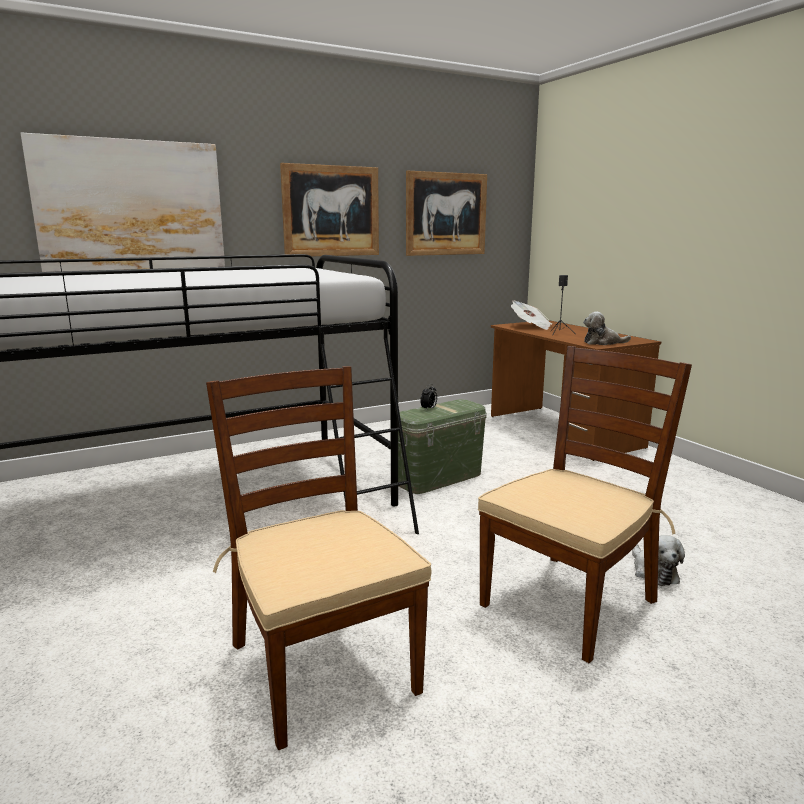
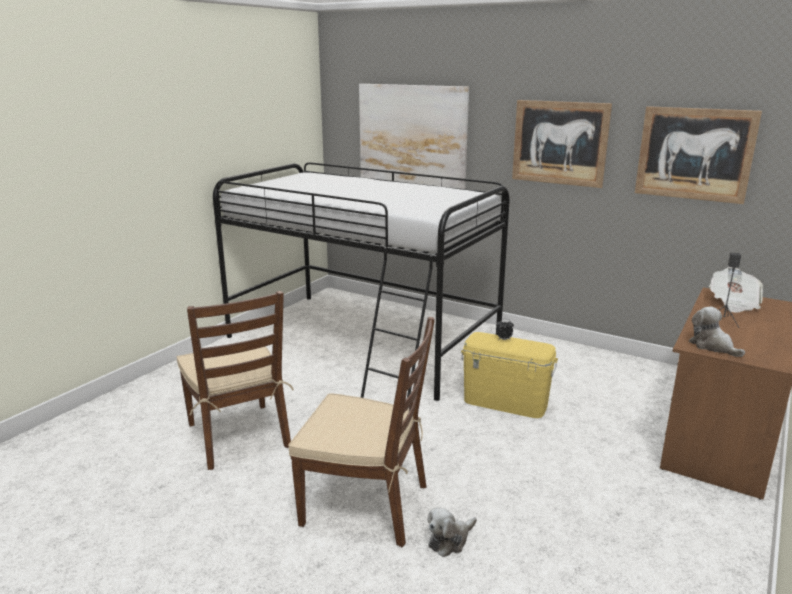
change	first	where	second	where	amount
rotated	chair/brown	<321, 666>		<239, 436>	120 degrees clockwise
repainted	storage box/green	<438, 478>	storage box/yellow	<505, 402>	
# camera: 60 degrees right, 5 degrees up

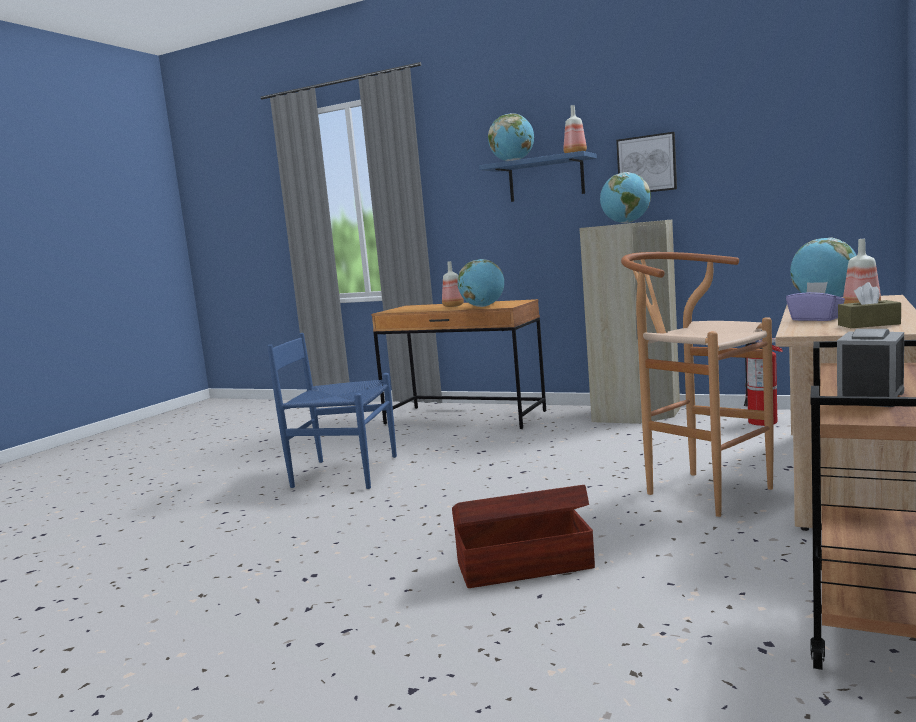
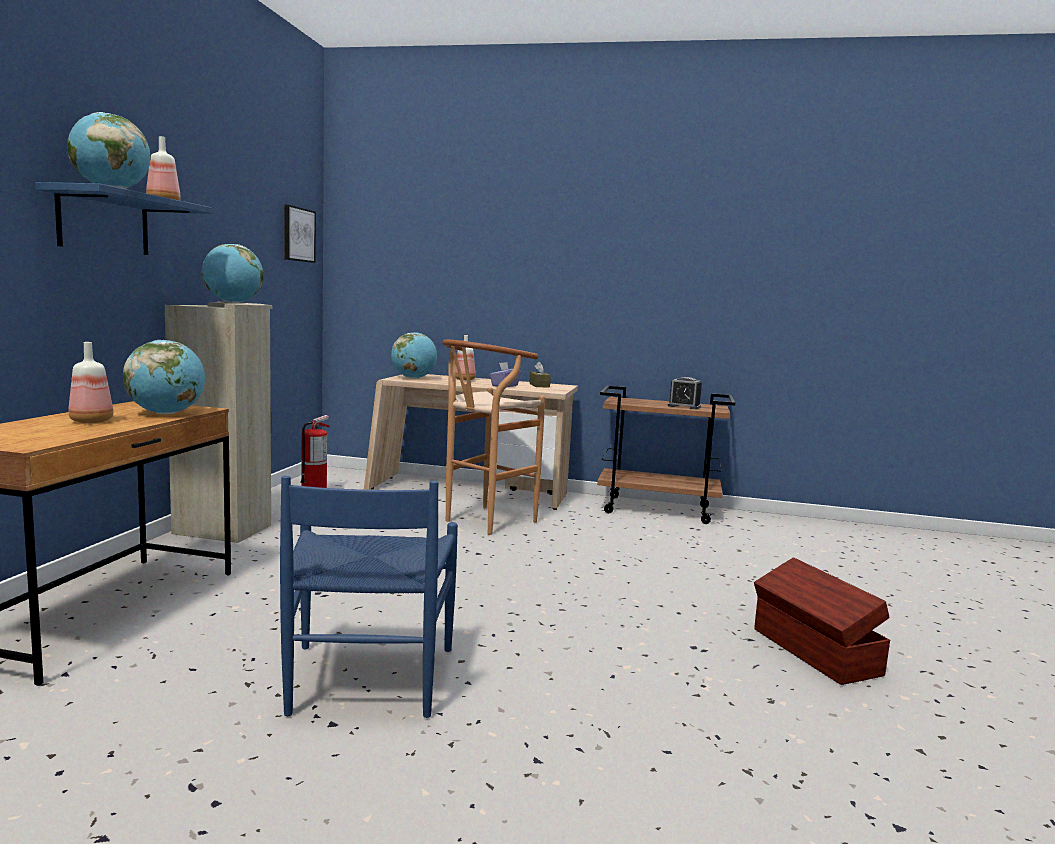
change	first	where	second	where	amount
shifted	storage box/brown	<522, 565>		<814, 652>	
shifted	picture	<646, 164>		<298, 234>	
# camera: 105 degrees left, 0 degrees up

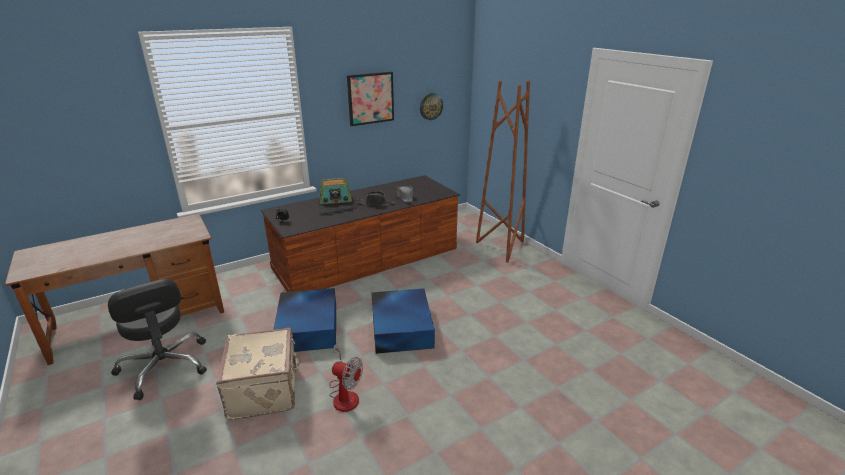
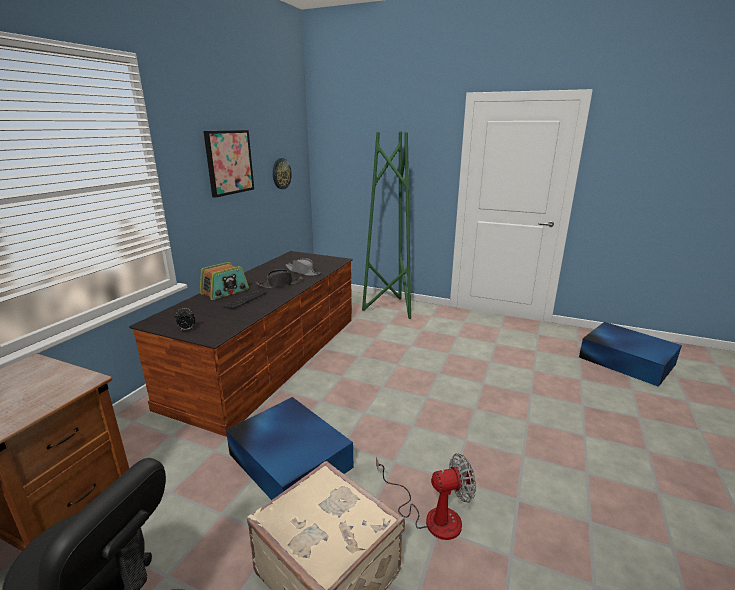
change	first	where	second	where	amount
shifted	storage box/blue	<402, 327>		<625, 360>	
repainted	clothes rack/brown	<502, 249>	clothes rack/green	<391, 309>	
# camera: 35 degrees left, 5 degrees down

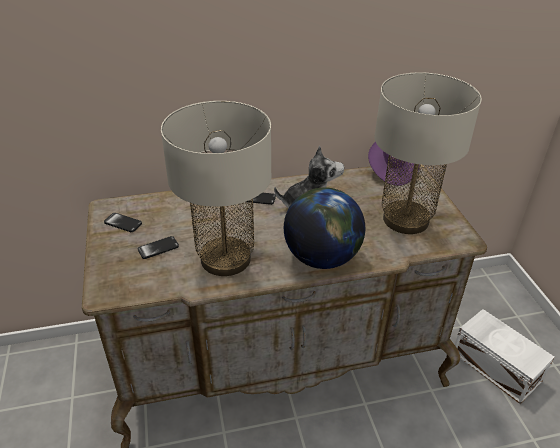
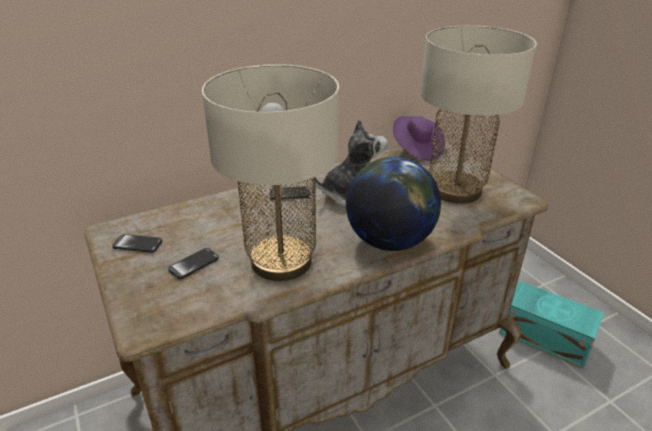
change	first	where	second	where	amount
repainted	storage box/white	<495, 365>	storage box/turquoise	<544, 336>	
# camera: 15 degrees left, 5 degrees down

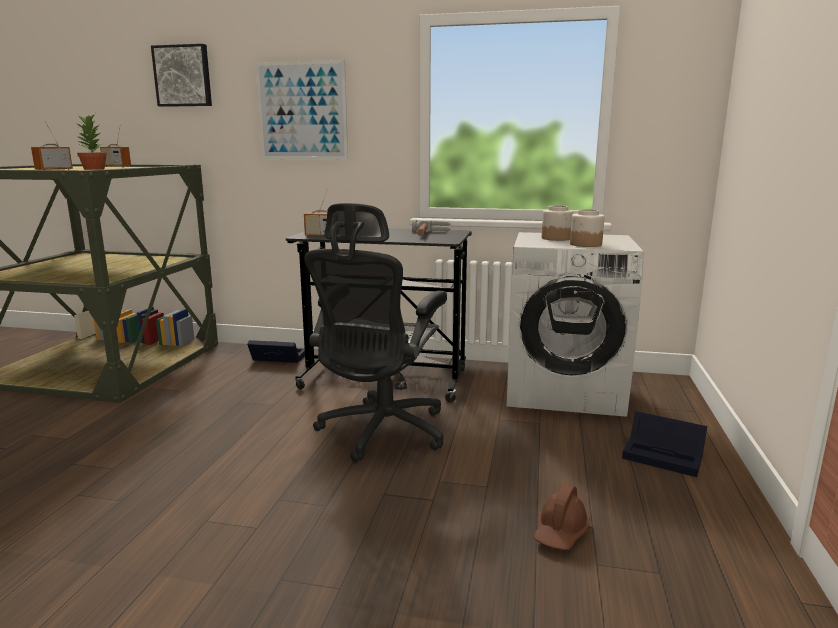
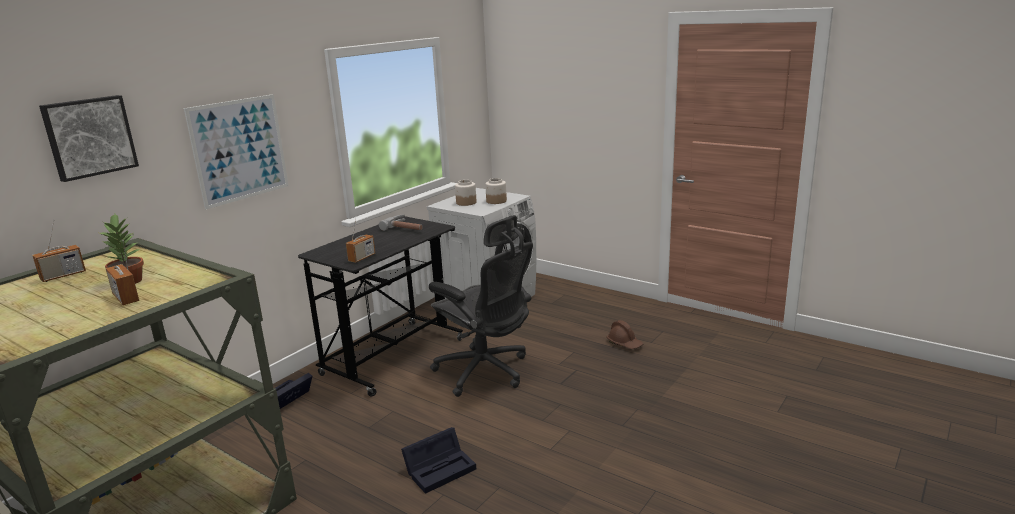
change	first	where	second	where	amount
shifted	storage box/black	<665, 456>		<441, 468>	
# camera: 65 degrees left, 5 degrees up

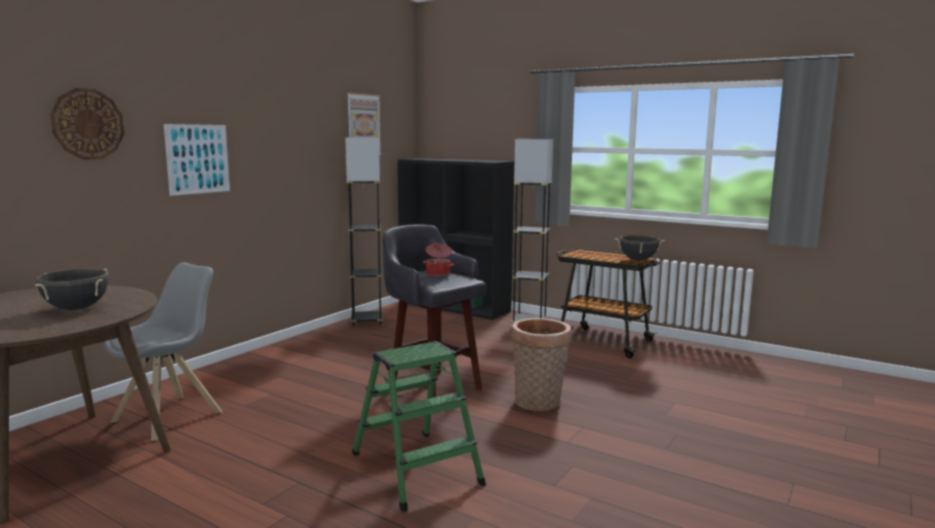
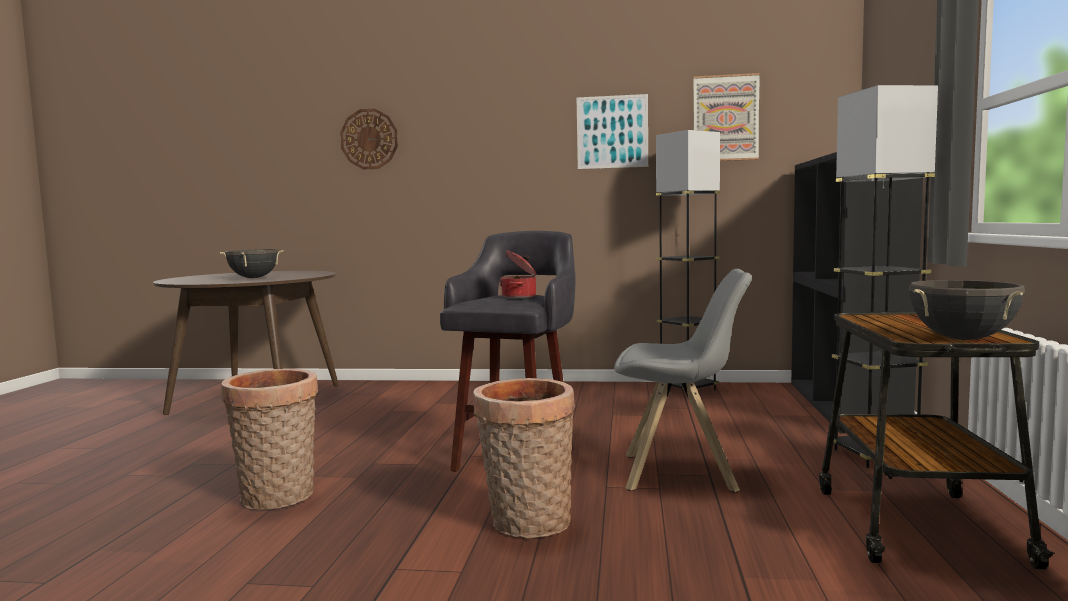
change	first	where	second	where	amount
shifted	chair/grey	<169, 417>		<680, 473>	
shifted	picture	<198, 159>		<612, 132>	
swapped	step ladder/green	<415, 468>	basket	<278, 499>	
# camera: 65 degrees right, 5 degrees down

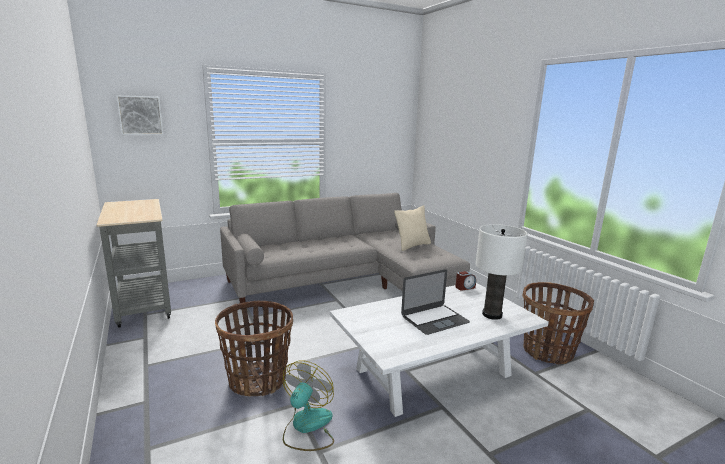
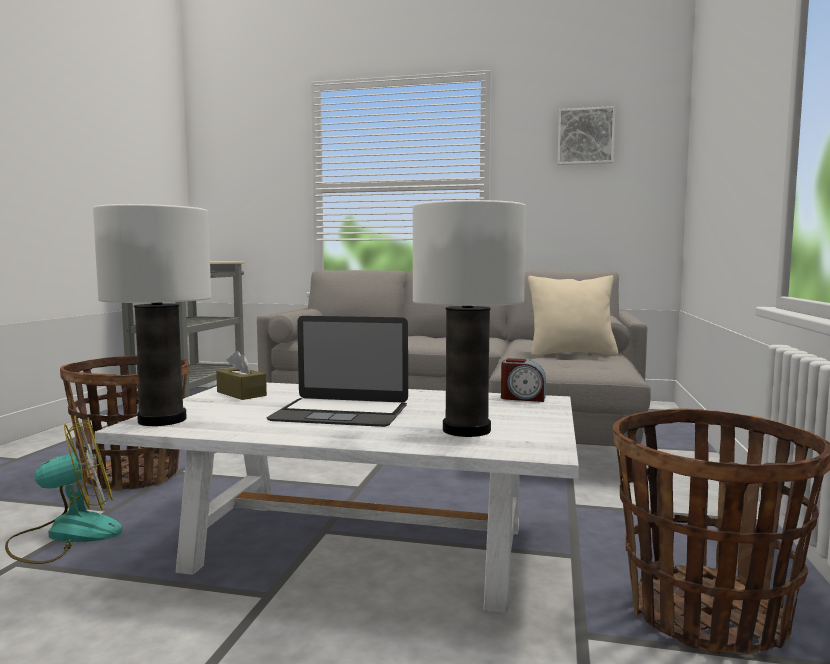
change	first	where	second	where	amount
shifted	picture	<140, 115>		<585, 136>	
new			table lamp/white	<163, 420>	
new			tissue box/brown	<241, 394>	
# camera: 40 degrees right, 10 degrees down

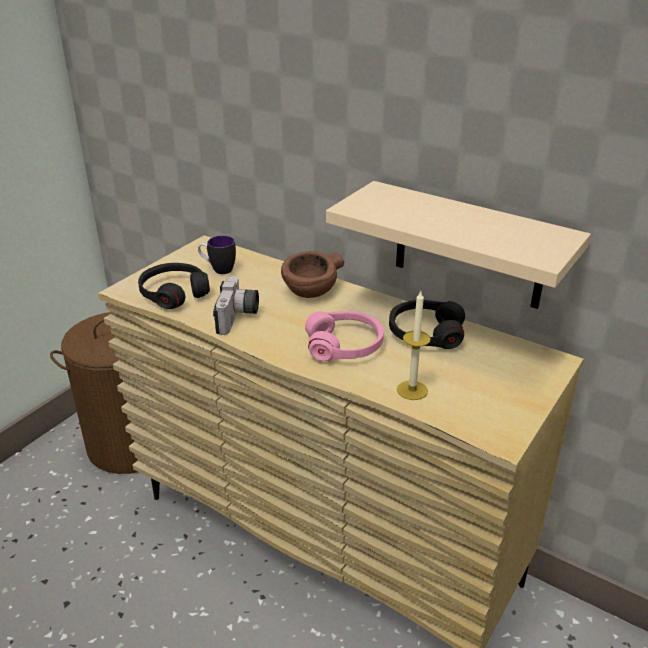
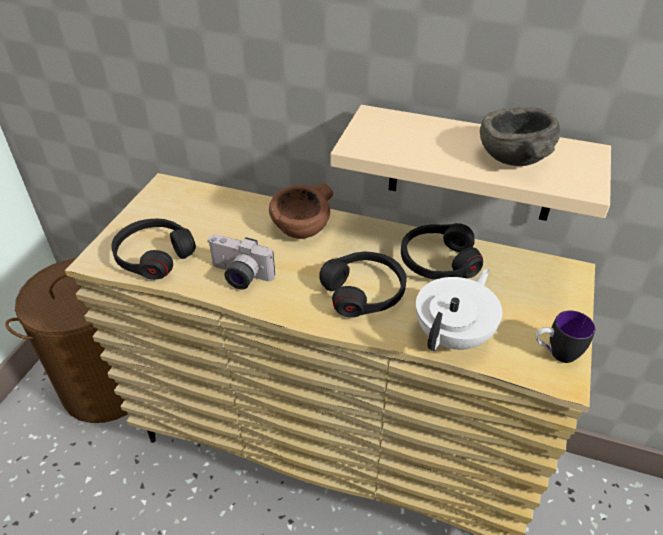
change	first	where	second	where	amount
shifted	mug	<218, 269>		<556, 354>	
rotated	photo camera	<238, 318>		<239, 276>	120 degrees clockwise
repainted	headphones/pink	<344, 345>	headphones/black	<364, 292>	
swapped	candle	<412, 390>	teapot/white	<454, 335>	
new			bowl/grey	<513, 158>	
# camera: 15 degrees left, 10 degrees up

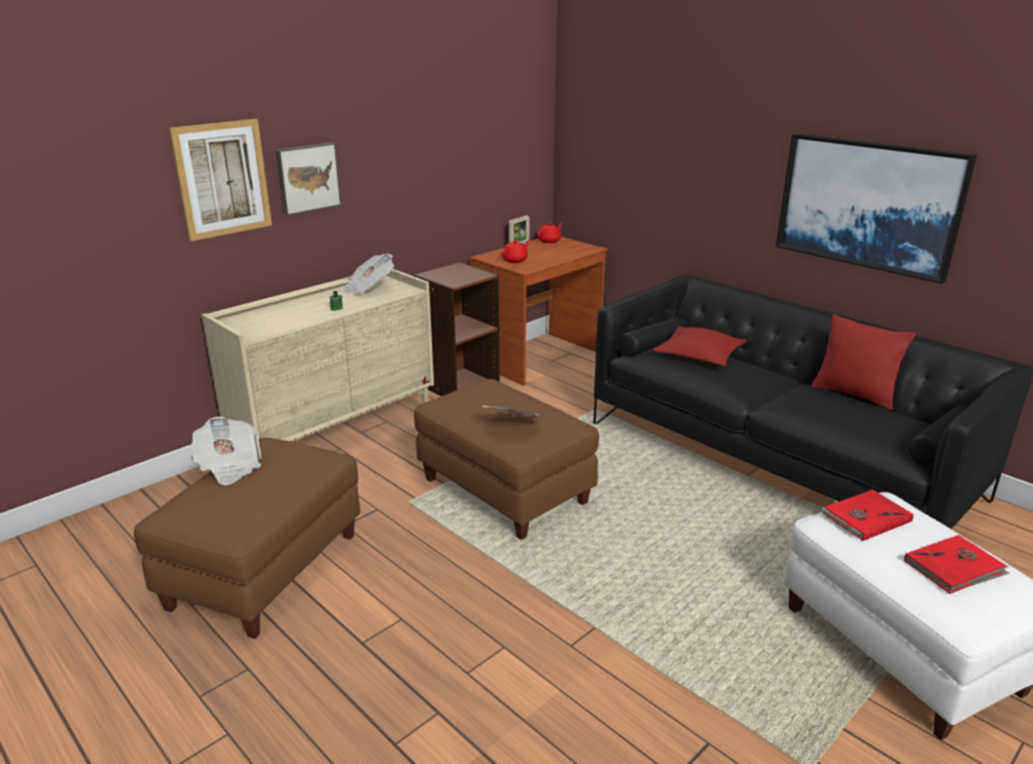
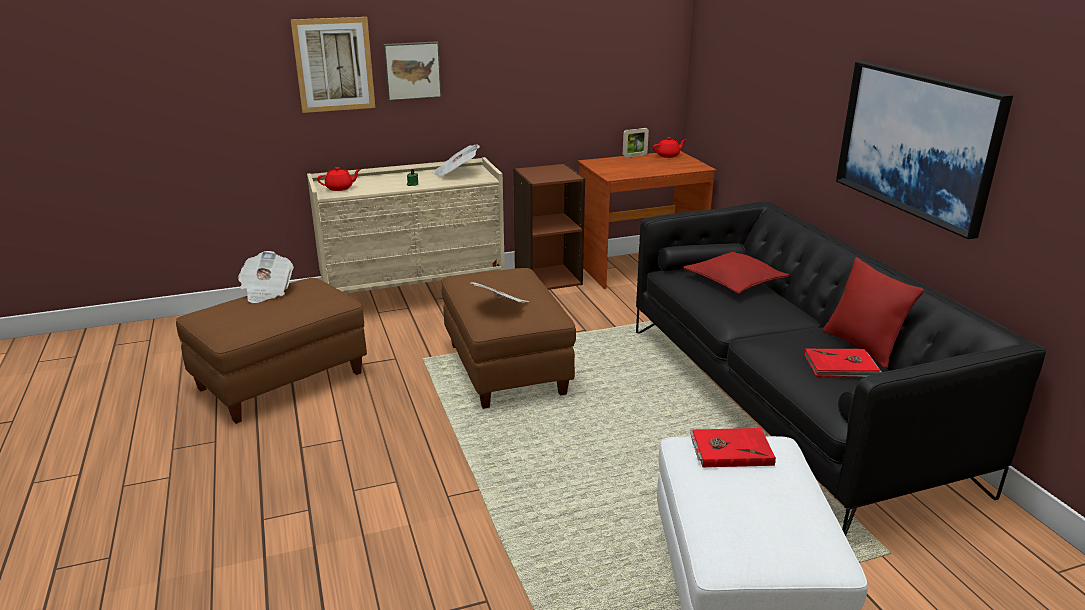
change	first	where	second	where	amount
shifted	teapot/red	<515, 260>		<340, 188>	
shifted	book/red	<955, 567>		<841, 367>	
# camera: 25 degrees right, 0 degrees up

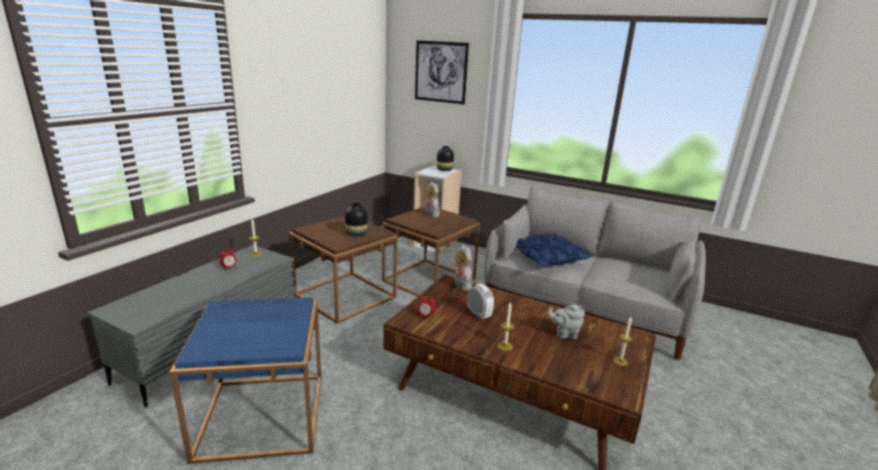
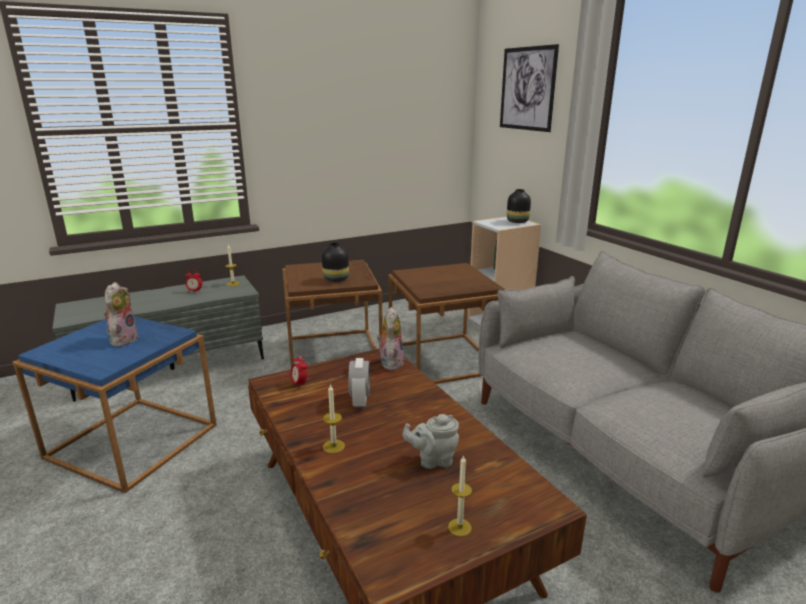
change	first	where	second	where	amount
shifted	plush toy	<431, 214>		<123, 339>	
gone	pillow/blue	<547, 258>			
rotated	teapot/grey	<564, 334>		<433, 460>	45 degrees counterclockwise
# camera: 35 degrees right, 0 degrees up

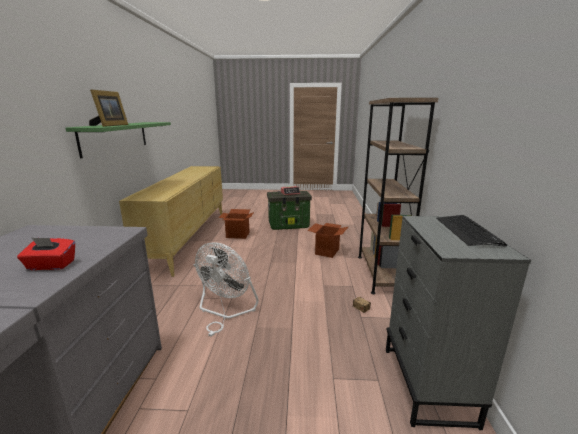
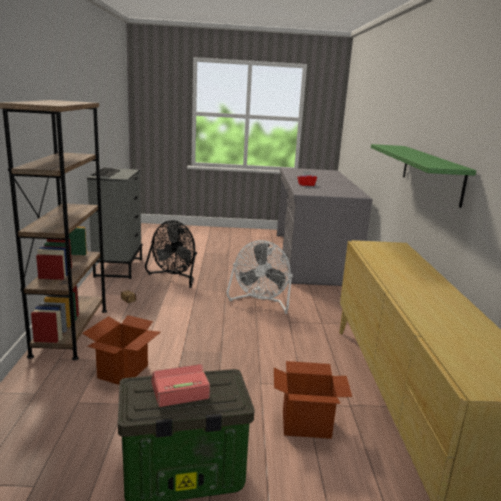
change	first	where	second	where	amount
gone	picture frame	<110, 125>			
new			fan/black	<175, 277>	
# camera: 175 degrees right, 0 degrees up

